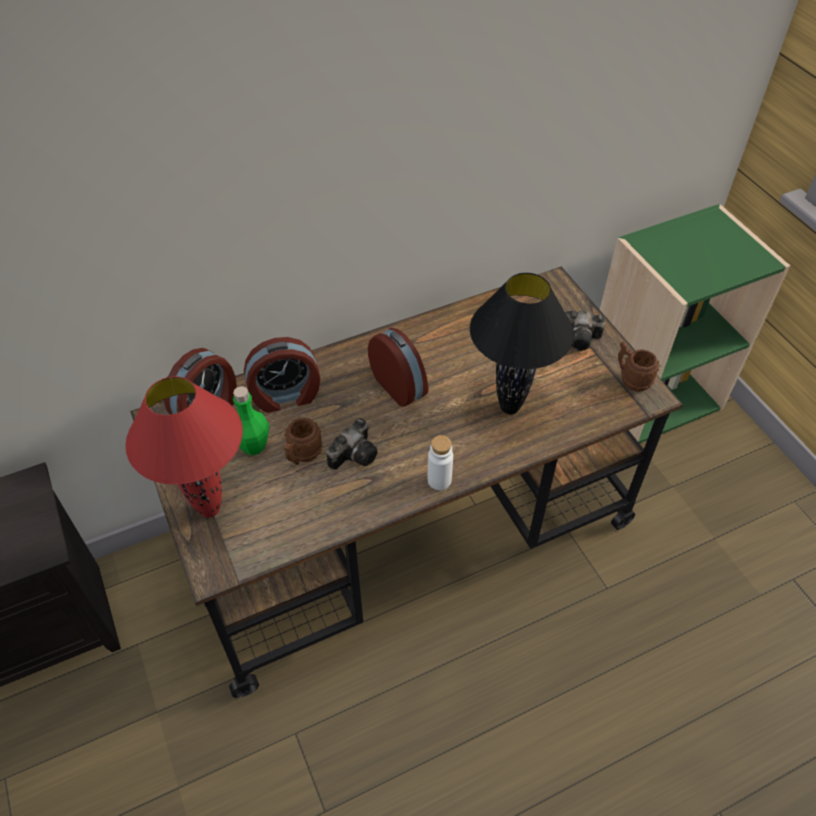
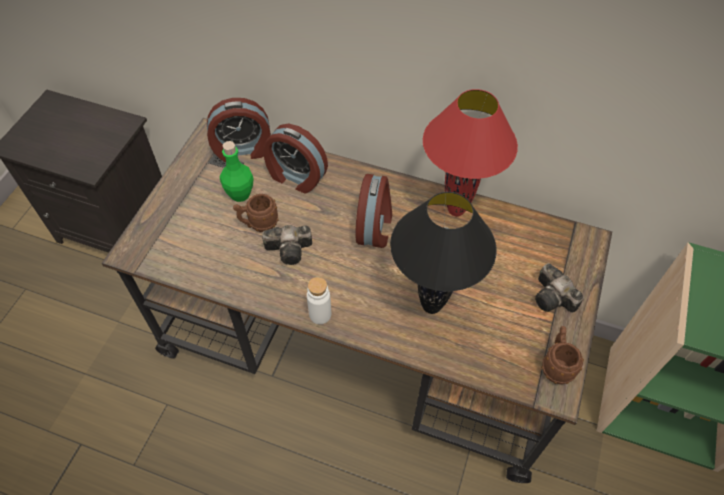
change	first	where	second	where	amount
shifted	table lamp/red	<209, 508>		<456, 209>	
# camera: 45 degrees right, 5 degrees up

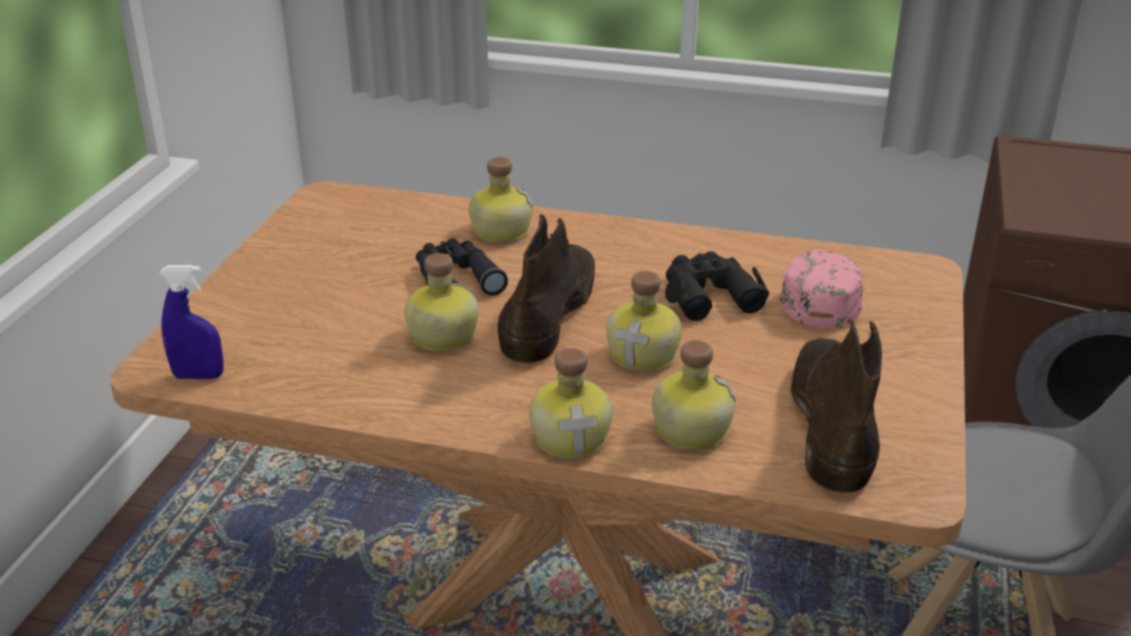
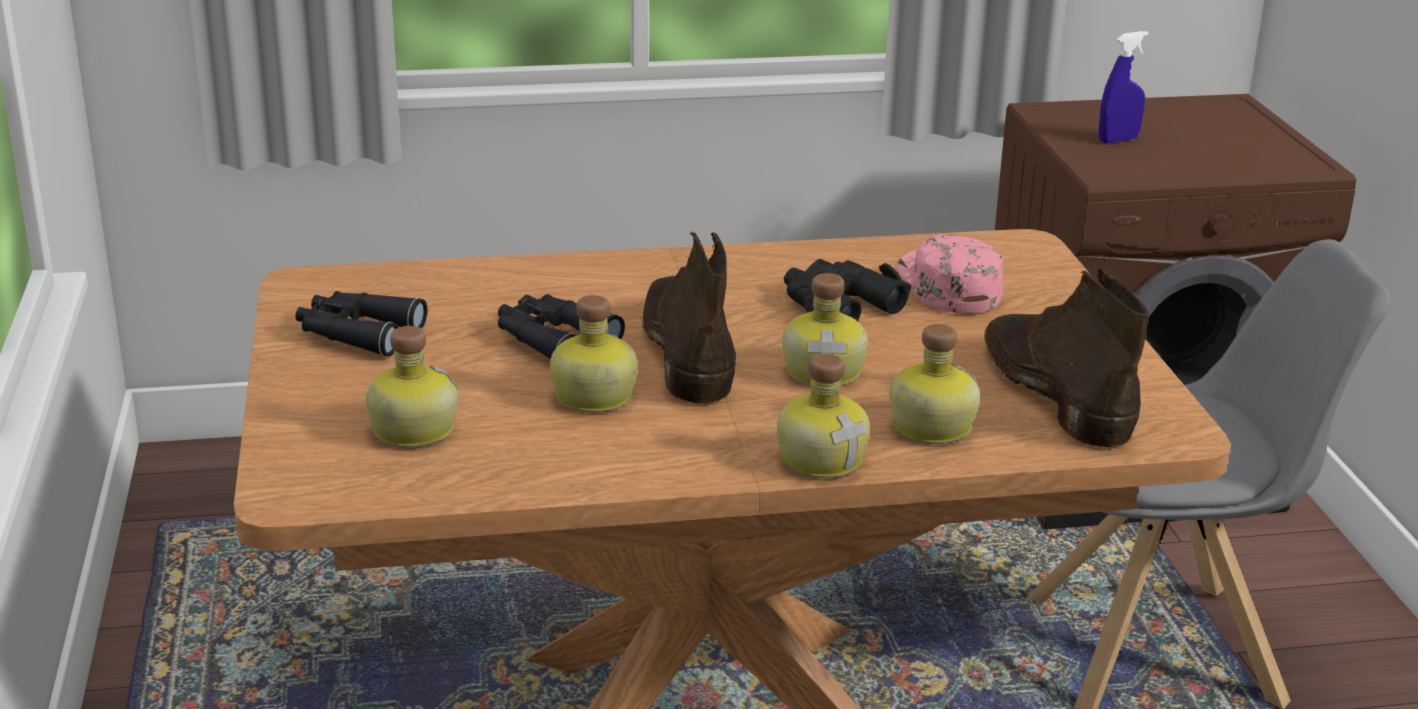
change	first	where	second	where	amount
shifted	spray bottle/blue	<198, 376>		<1118, 140>	
shifted	bottle	<499, 230>		<411, 430>	
new			binoculars/black	<357, 334>	
# camera: 25 degrees left, 5 degrees down

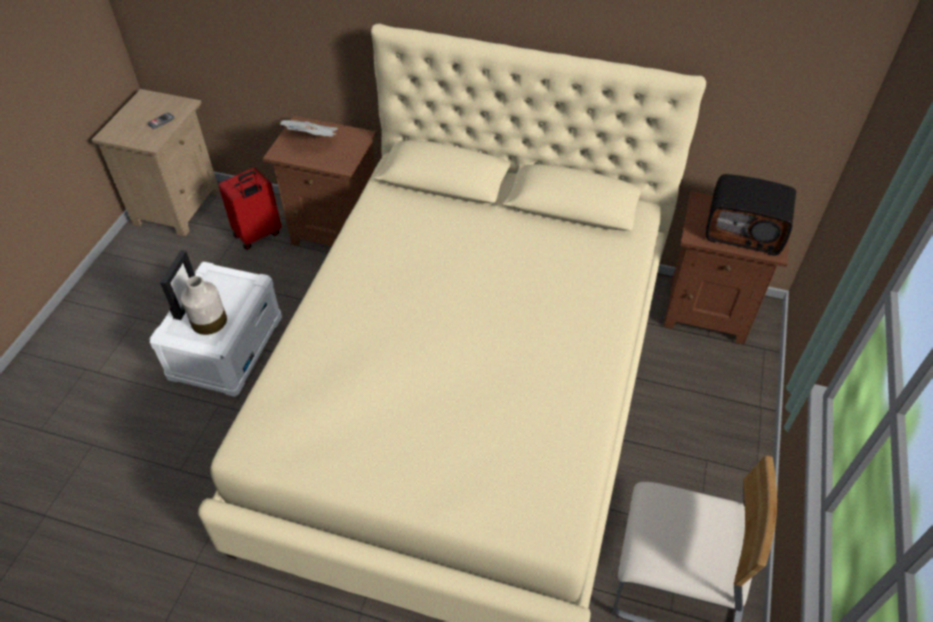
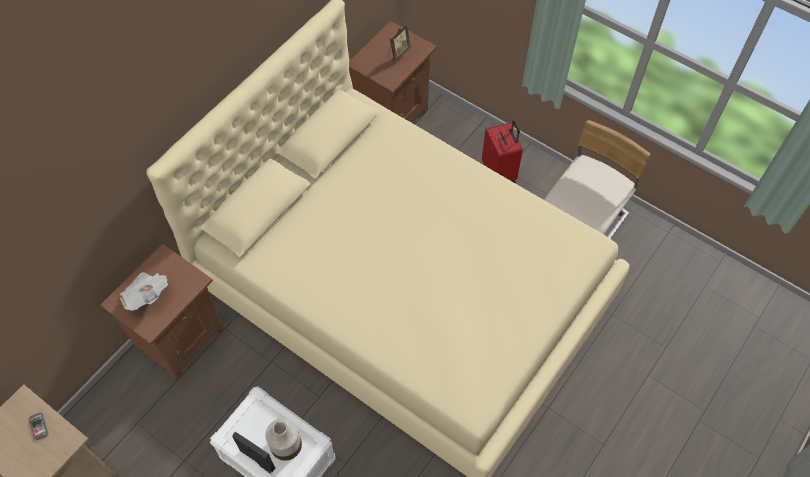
change	first	where	second	where	amount
shifted	suitcase/red	<258, 235>		<499, 173>	
swapped	radio	<744, 230>	picture frame	<398, 53>	
# camera: 70 degrees left, 10 degrees up

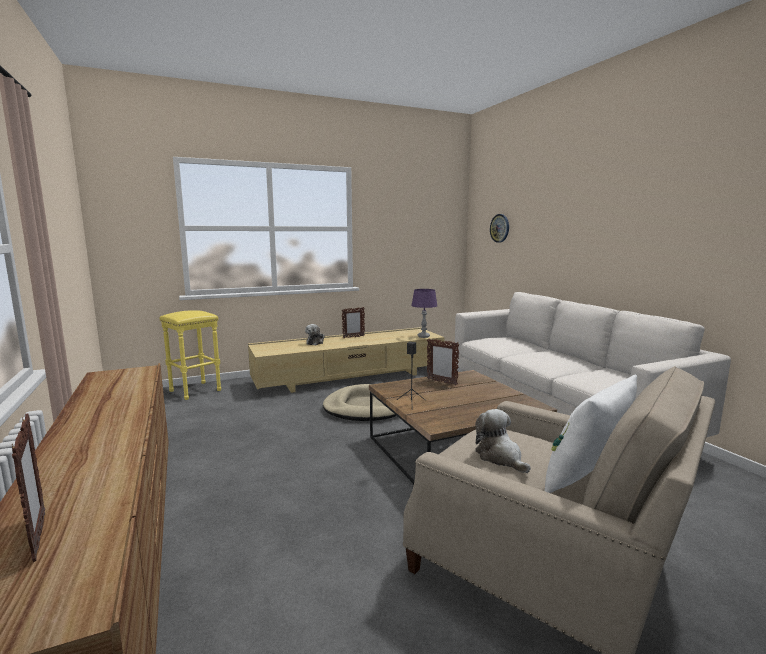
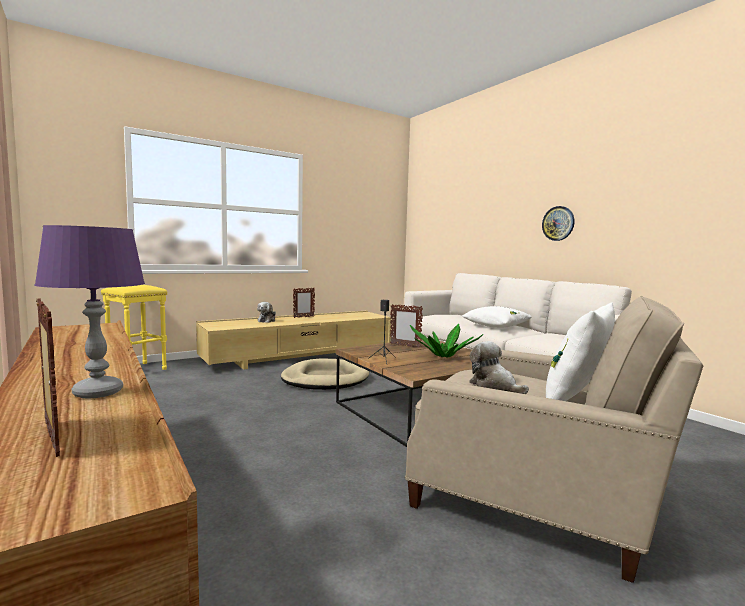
change	first	where	second	where	amount
shifted	table lamp/purple	<423, 336>		<98, 392>	
shifted	wall clock	<500, 228>		<558, 223>	
new			potted plant	<443, 356>	
new			pillow/white	<496, 326>	
# camera: 10 degrees left, 5 degrees down

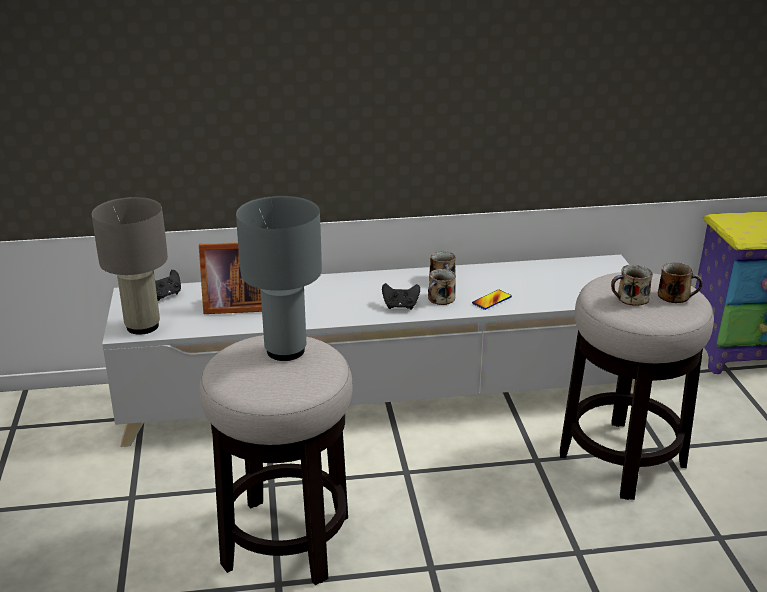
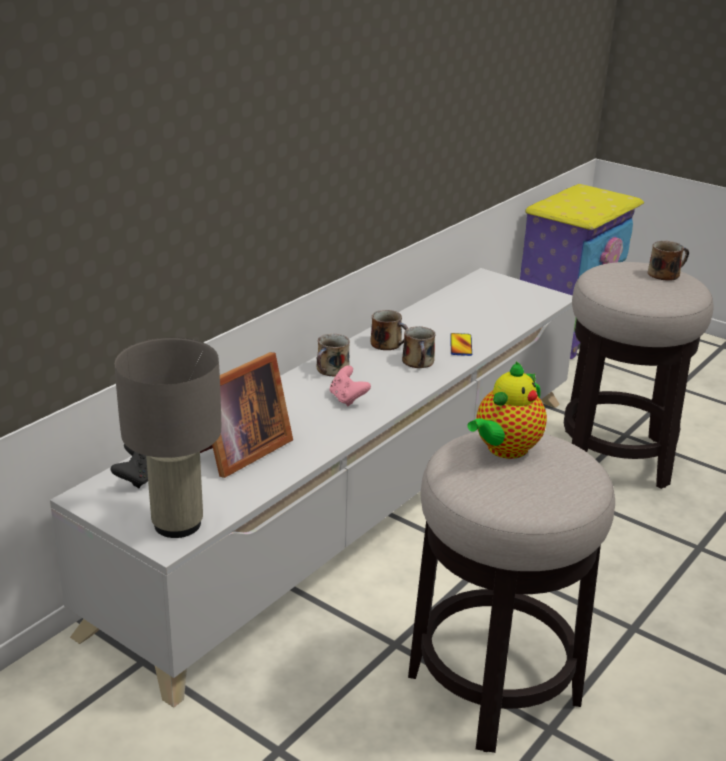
change	first	where	second	where	amount
swapped	table lamp/grey	<286, 350>	teapot	<504, 449>	
gone	game controller/black	<400, 306>			
shifted	mug	<631, 298>		<332, 369>	
new			game controller/pink	<347, 399>	
# camera: 45 degrees left, 0 degrees up

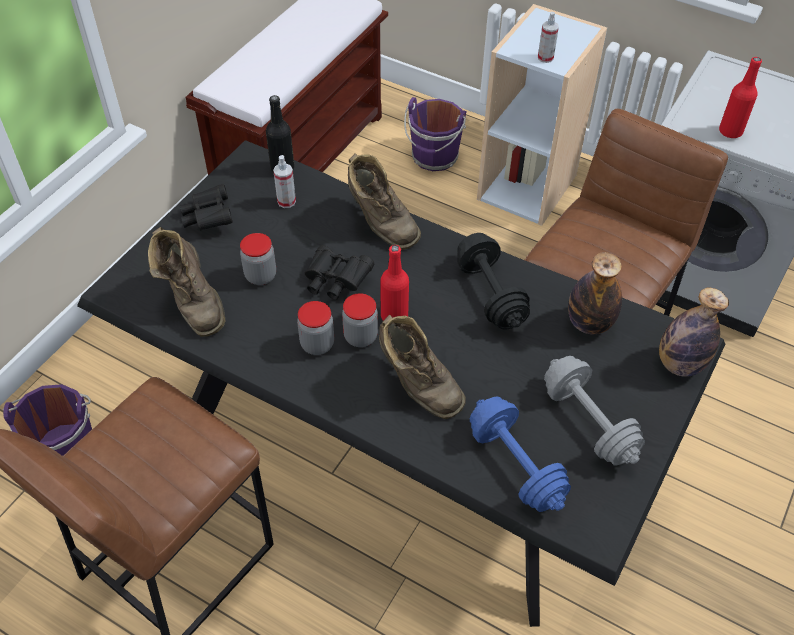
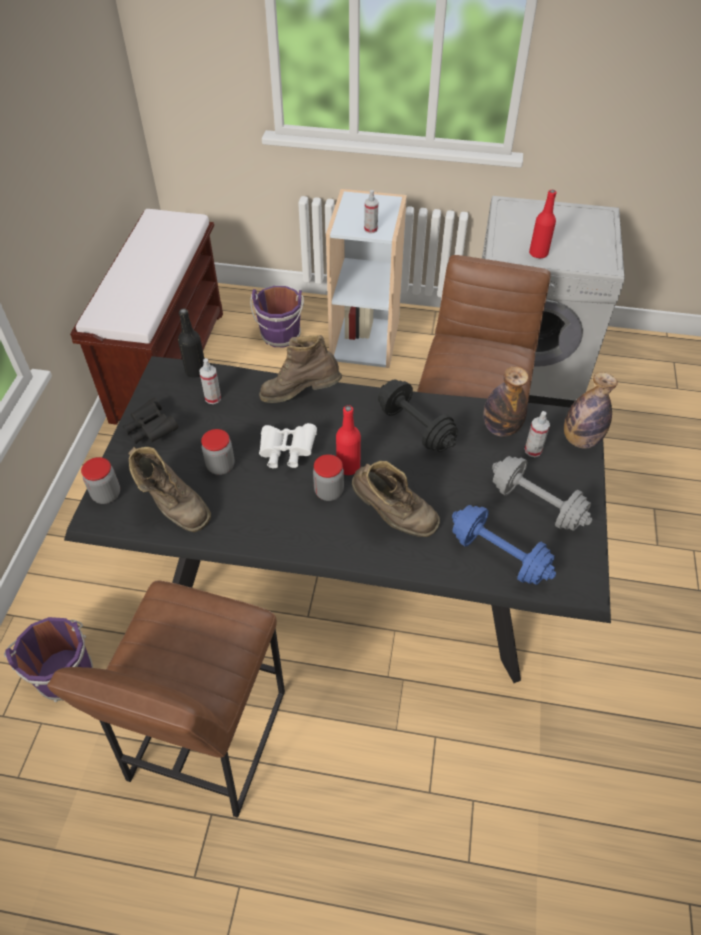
change	first	where	second	where	amount
shifted	jar	<317, 344>		<106, 494>	
repainted	binoculars/black	<335, 281>	binoculars/white	<286, 453>	
rotated	boot/brown	<380, 224>		<301, 395>	150 degrees clockwise
new			spray bottle	<533, 450>	
# camera: 20 degrees left, 0 degrees up

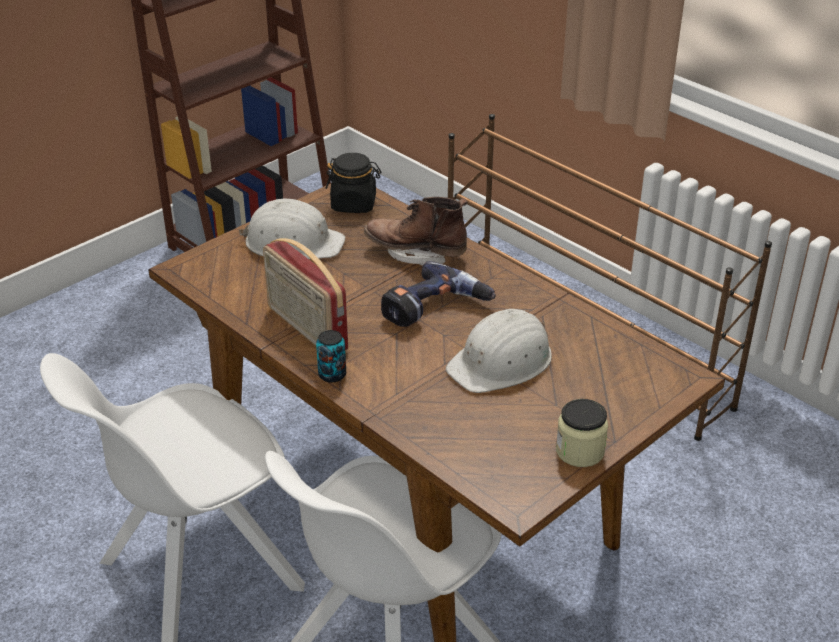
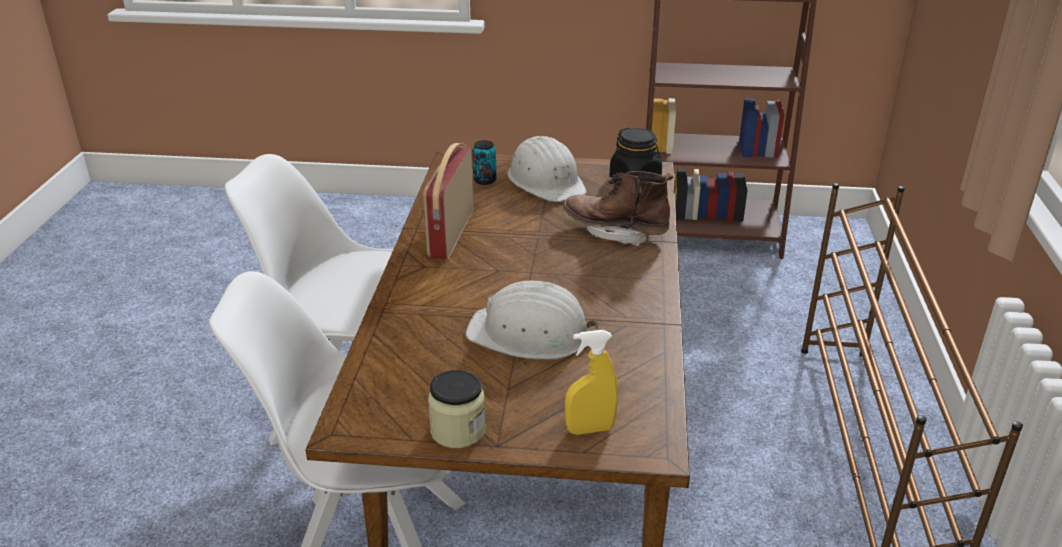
change	first	where	second	where	amount
shifted	can	<332, 375>		<484, 180>	
rotated	boot/brown	<416, 253>		<615, 232>	45 degrees counterclockwise
gone	power drill	<436, 310>			
new			spray bottle/yellow	<590, 429>	
# camera: 50 degrees right, 5 degrees down

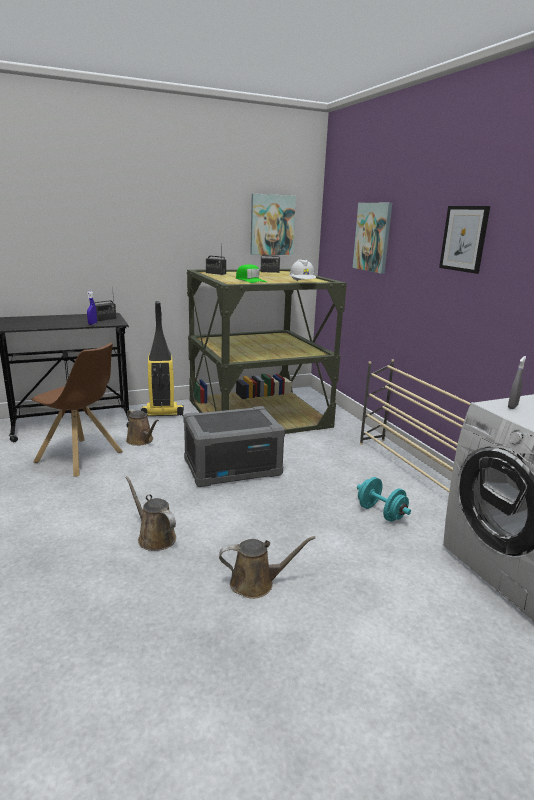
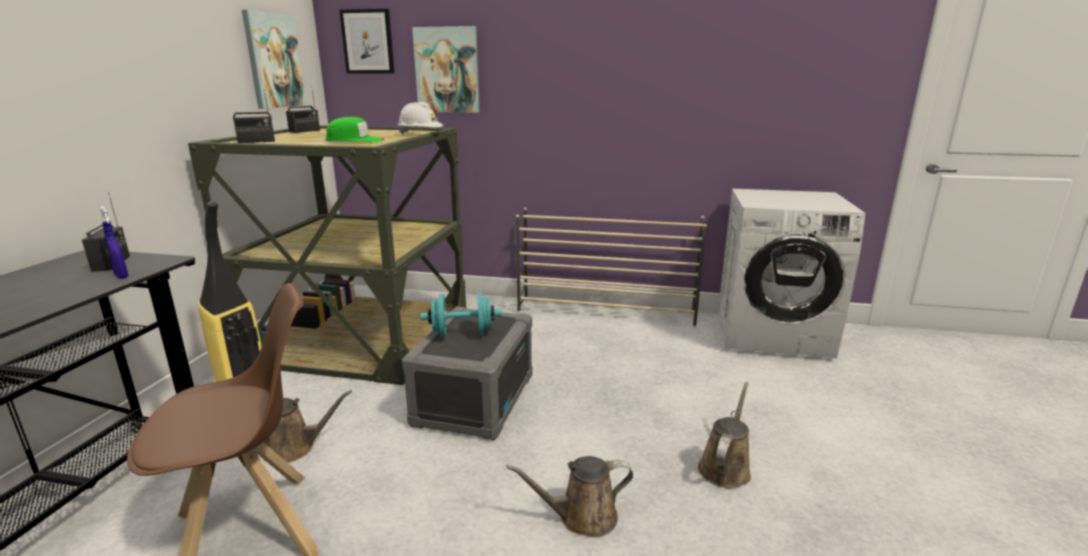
change	first	where	second	where	amount
shifted	dumbbell/turquoise	<381, 513>		<462, 333>	
shifted	picture	<464, 239>		<367, 42>	
gone	spray bottle/grey	<512, 406>			
# camera: 55 degrees left, 0 degrees up

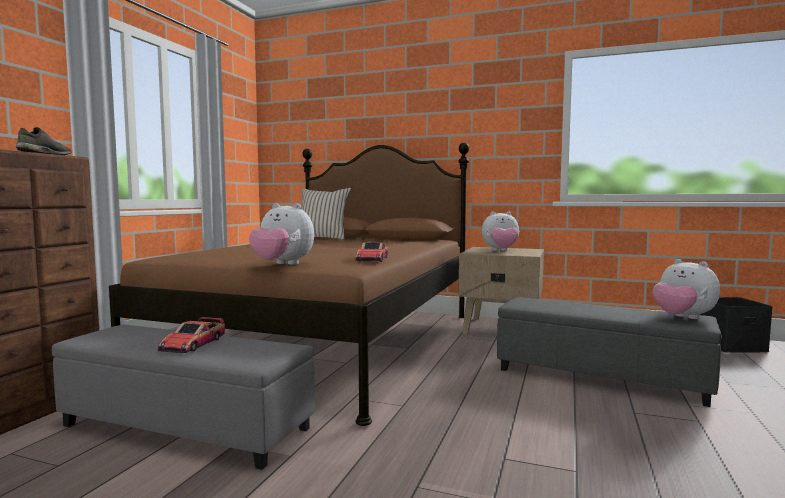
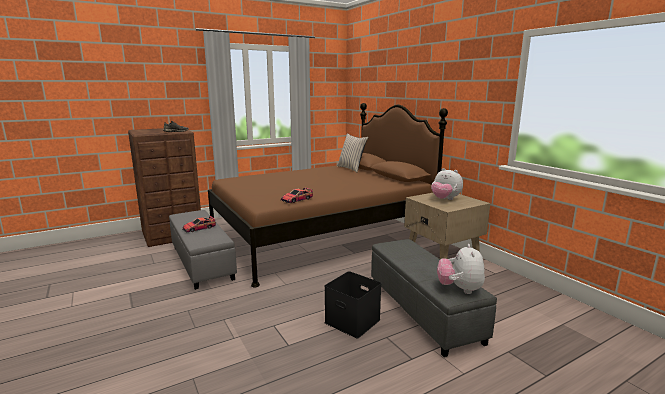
change	first	where	second	where	amount
gone	plush toy	<282, 265>			
shifted	storage box/black	<731, 345>		<353, 321>	
# camera: 40 degrees right, 10 degrees up

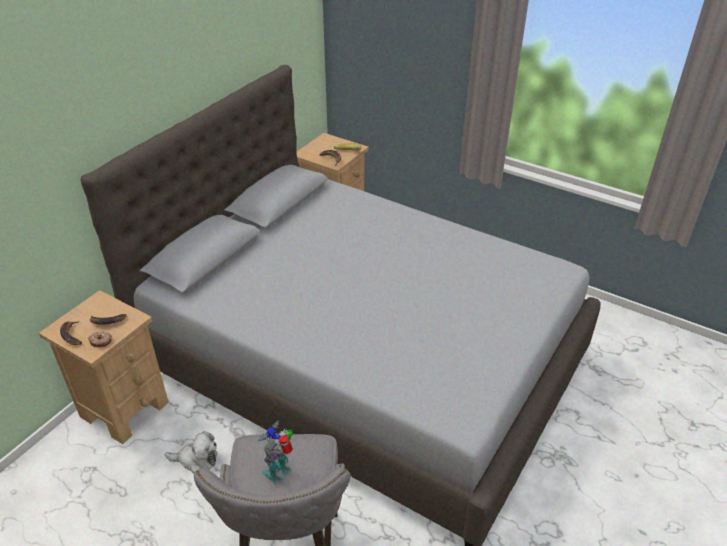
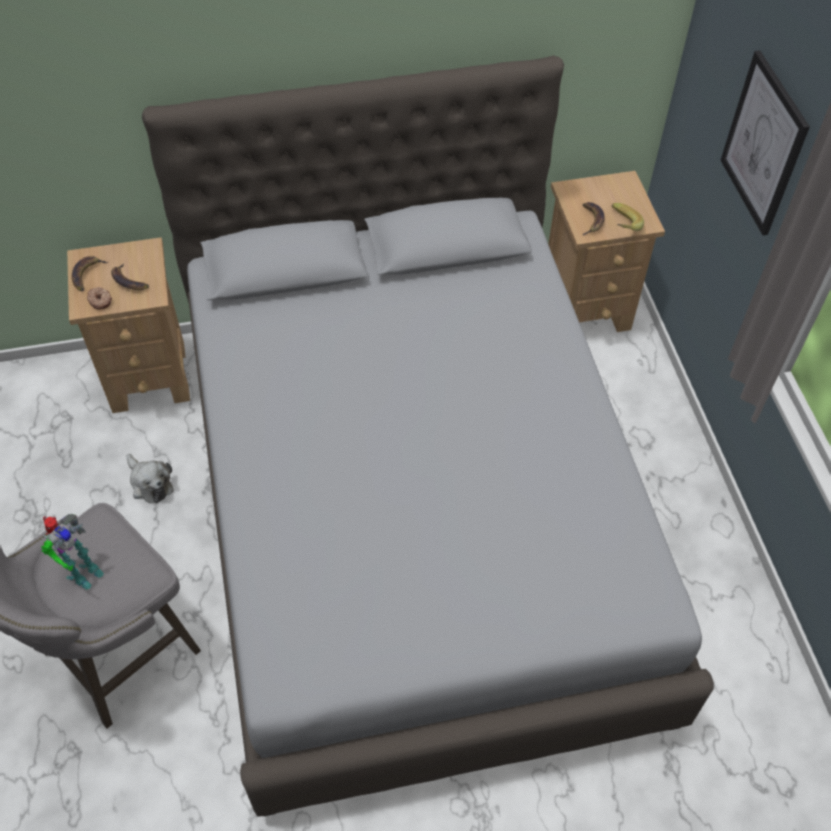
change	first	where	second	where	amount
rotated	toy robot	<280, 473>		<81, 572>	135 degrees clockwise
new			picture	<764, 144>	
# camera: 45 degrees right, 15 degrees up

